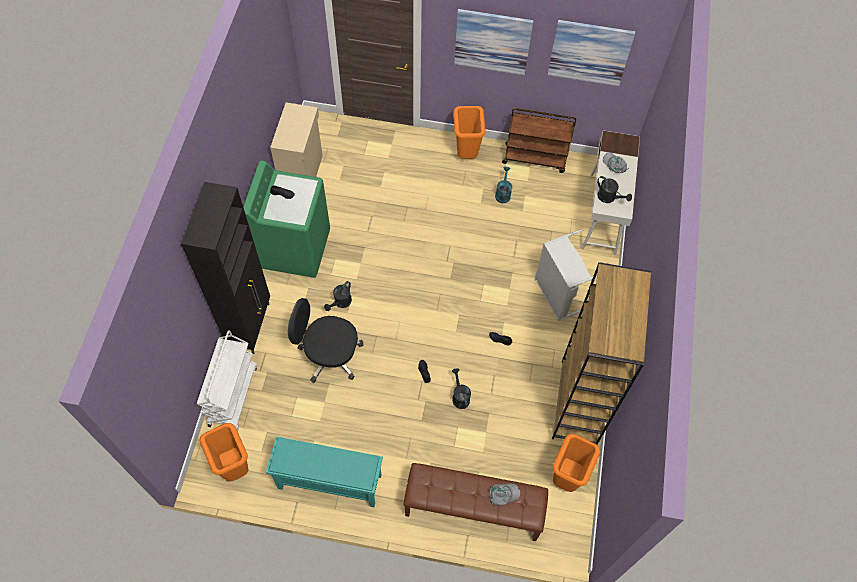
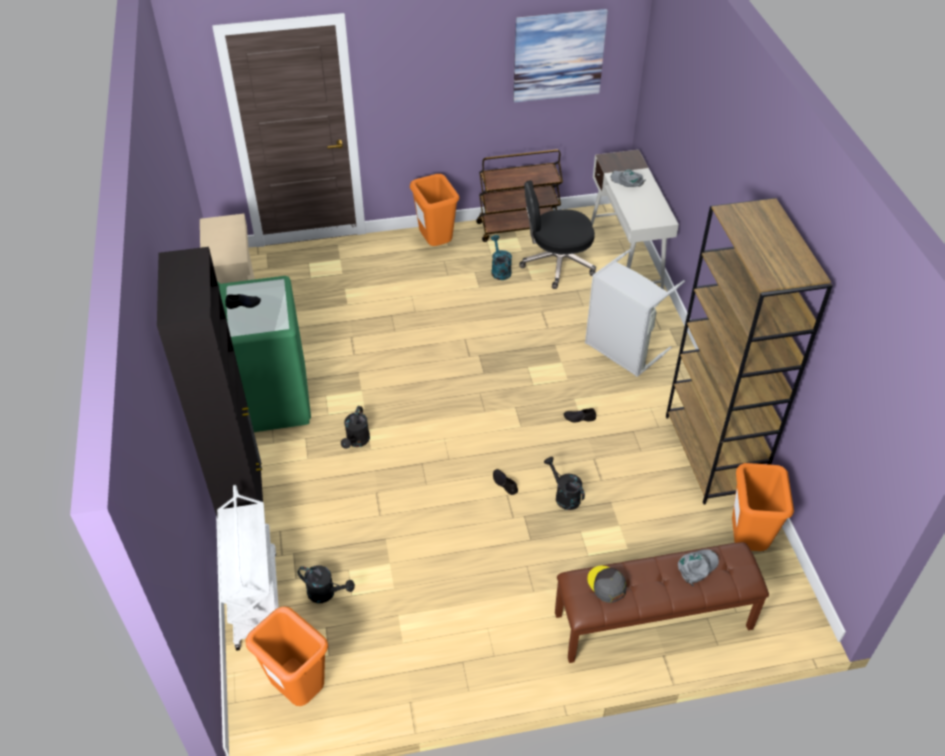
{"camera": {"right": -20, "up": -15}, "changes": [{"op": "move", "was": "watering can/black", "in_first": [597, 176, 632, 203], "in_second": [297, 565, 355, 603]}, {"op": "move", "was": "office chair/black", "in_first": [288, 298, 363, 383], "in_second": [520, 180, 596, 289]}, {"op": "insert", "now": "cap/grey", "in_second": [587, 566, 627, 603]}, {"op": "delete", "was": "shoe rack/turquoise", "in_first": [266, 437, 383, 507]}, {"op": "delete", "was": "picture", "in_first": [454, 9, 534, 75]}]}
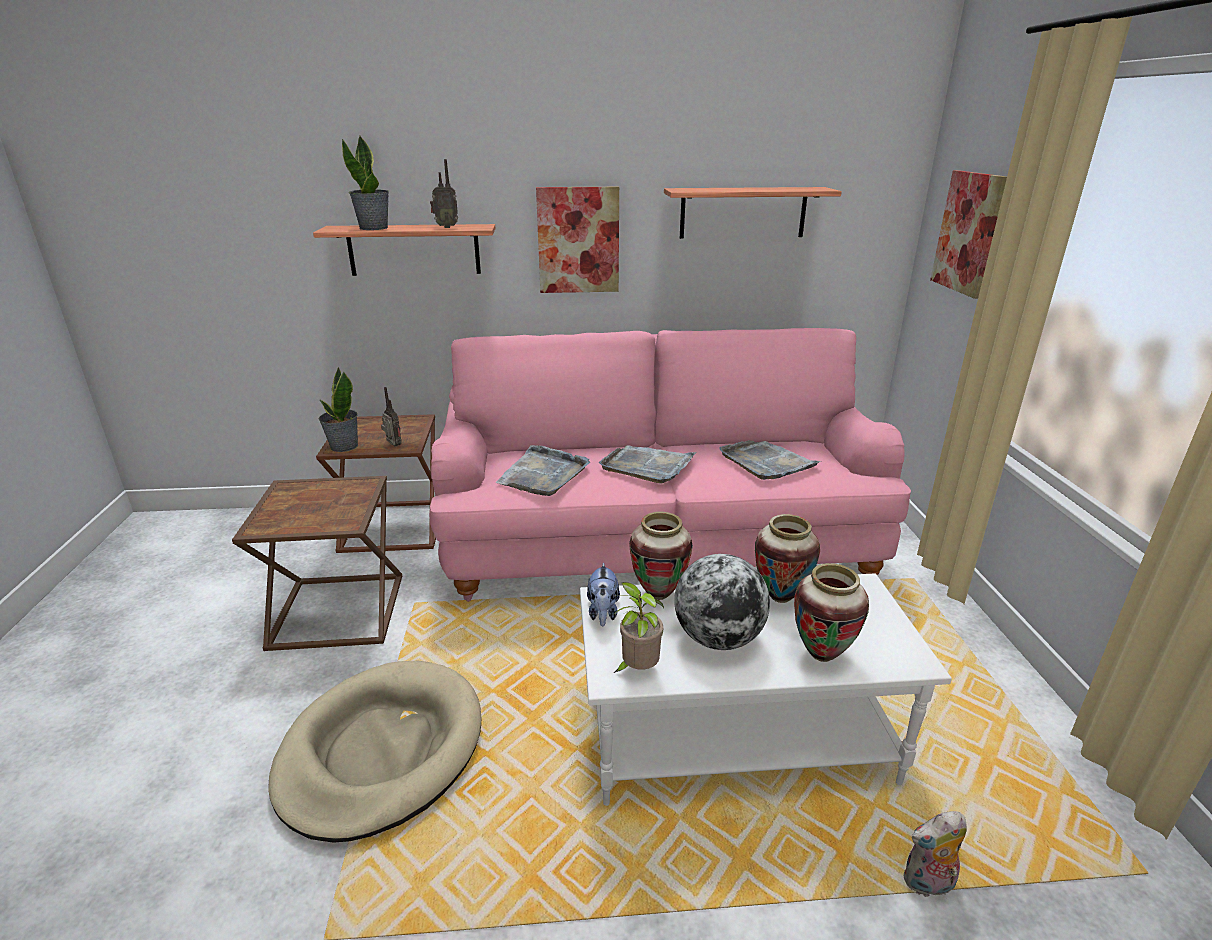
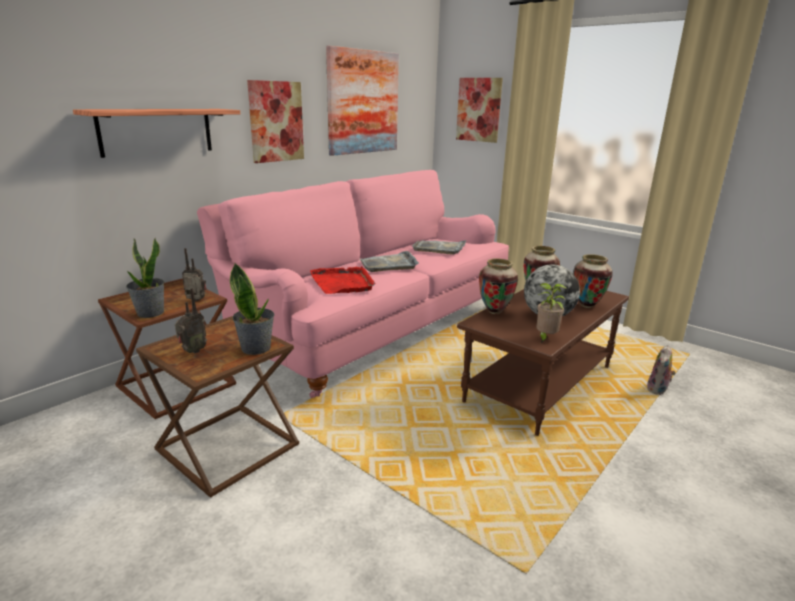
{"camera": {"right": -45, "up": -5}, "changes": [{"op": "move", "was": "radio", "in_first": [430, 159, 458, 228], "in_second": [175, 288, 207, 354]}, {"op": "move", "was": "potted plant", "in_first": [342, 136, 389, 230], "in_second": [230, 263, 275, 355]}, {"op": "recolor", "was": "tray/grey", "now": "tray/red", "in_first": [495, 445, 590, 496], "in_second": [310, 266, 375, 294]}, {"op": "replace", "was": "shelf", "now": "picture", "in_first": [664, 187, 842, 239], "in_second": [326, 46, 399, 156]}, {"op": "recolor", "was": "coffee table/white", "now": "coffee table/brown", "in_first": [580, 573, 952, 806], "in_second": [457, 289, 629, 436]}, {"op": "delete", "was": "dog bed/beige", "in_first": [268, 661, 481, 842]}, {"op": "delete", "was": "plush toy", "in_first": [587, 562, 620, 626]}]}
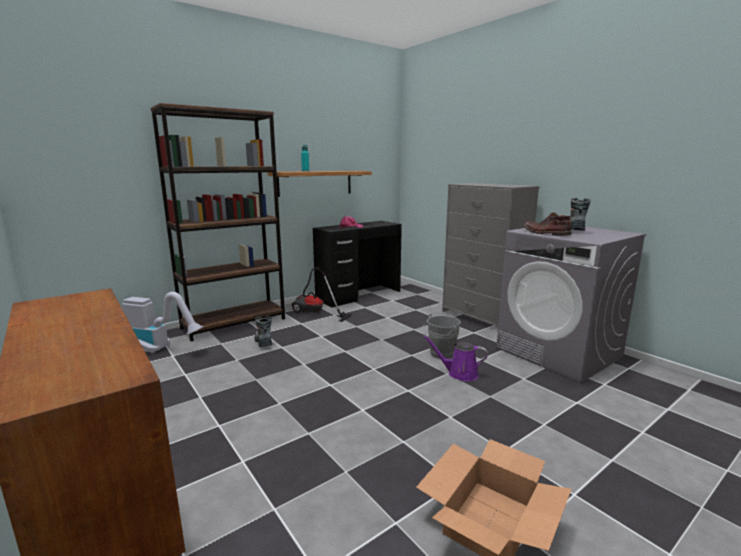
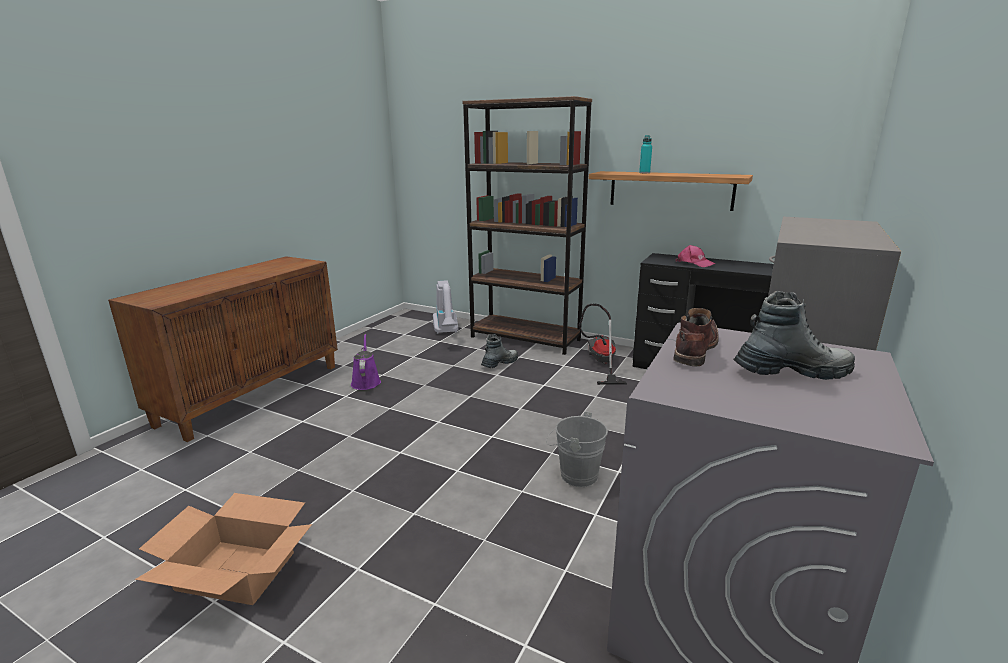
{"camera": {"right": 65, "up": 5}, "changes": [{"op": "move", "was": "watering can/purple", "in_first": [423, 335, 488, 381], "in_second": [351, 334, 381, 390]}]}
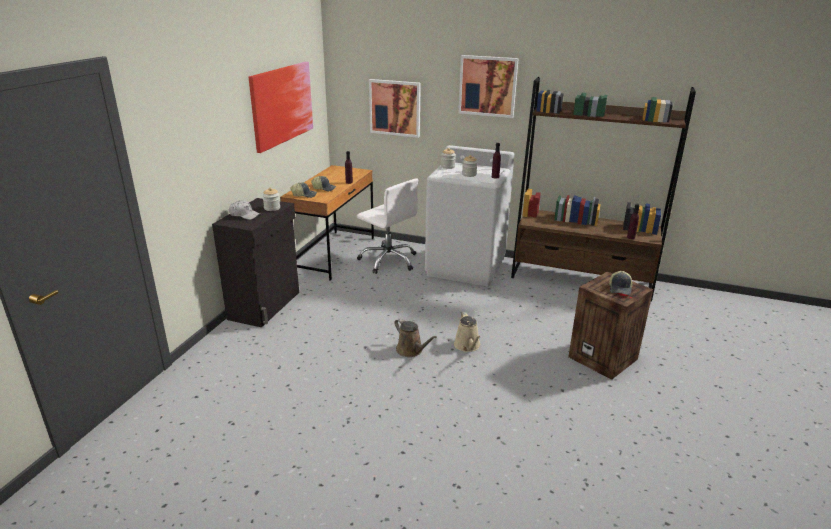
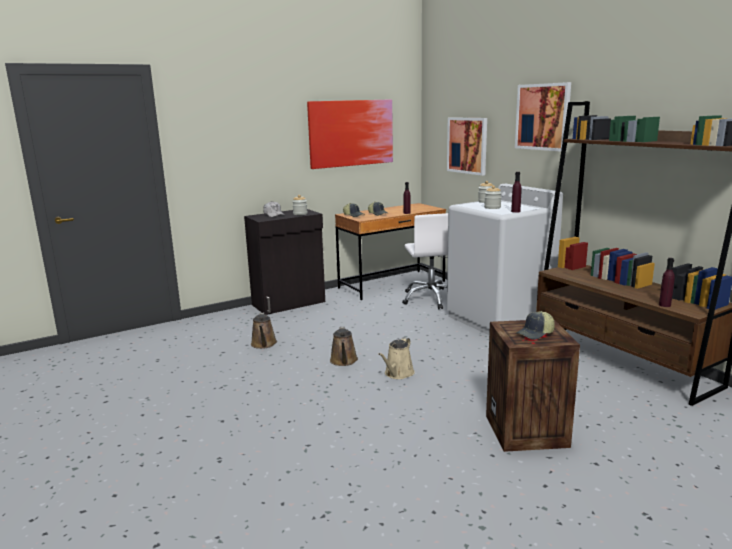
{"camera": {"right": 40, "up": -10}, "changes": [{"op": "insert", "now": "watering can/brown", "in_second": [251, 312, 277, 349]}]}
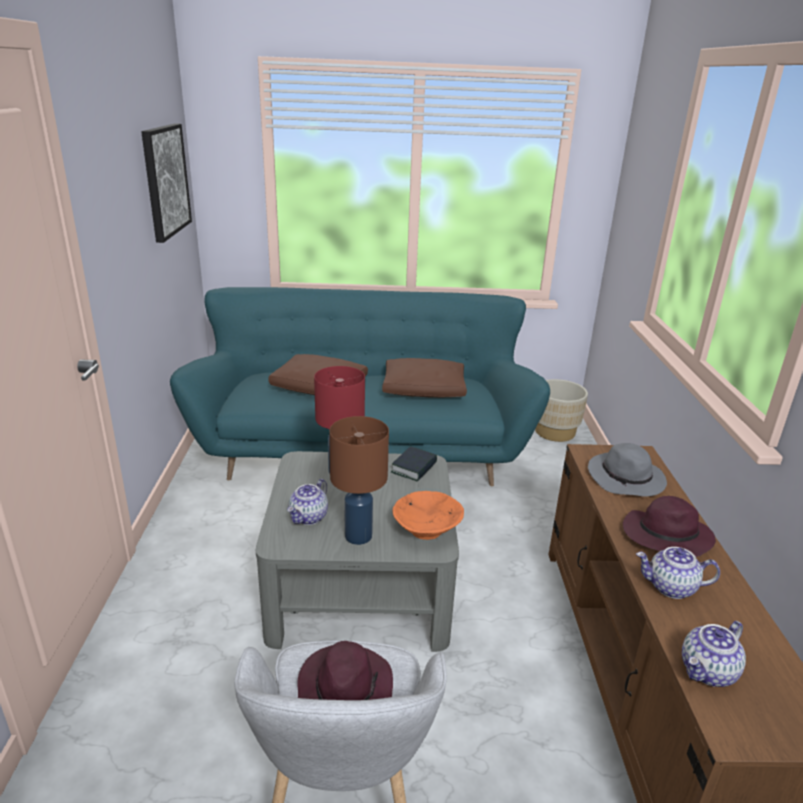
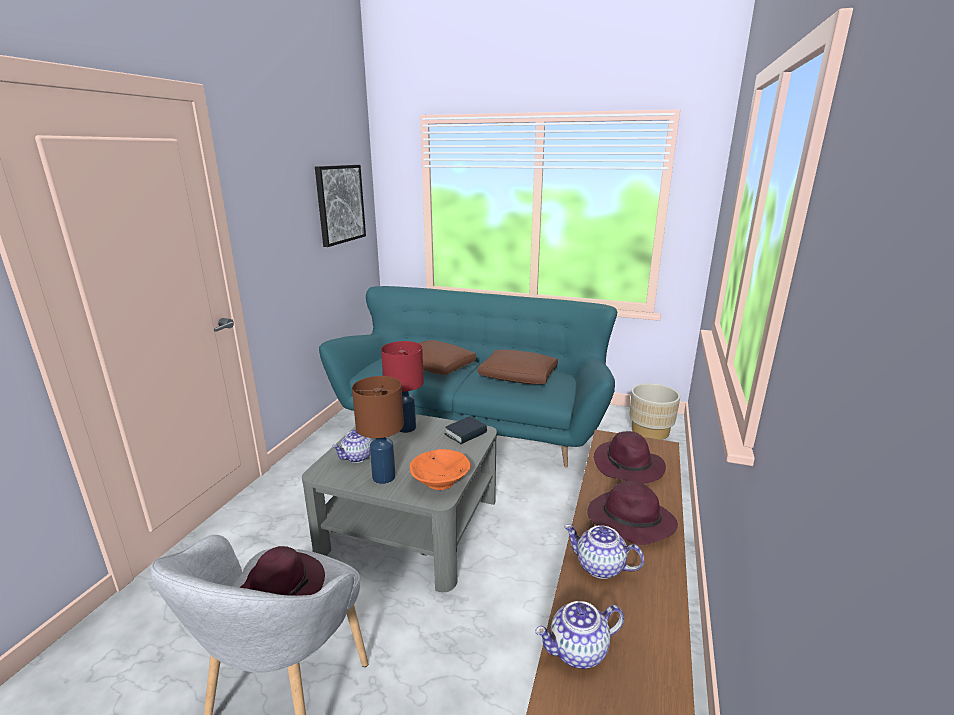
{"camera": {"right": 20, "up": -5}, "changes": [{"op": "recolor", "was": "hat/grey", "now": "hat/purple", "in_first": [588, 443, 667, 497], "in_second": [594, 431, 666, 483]}]}
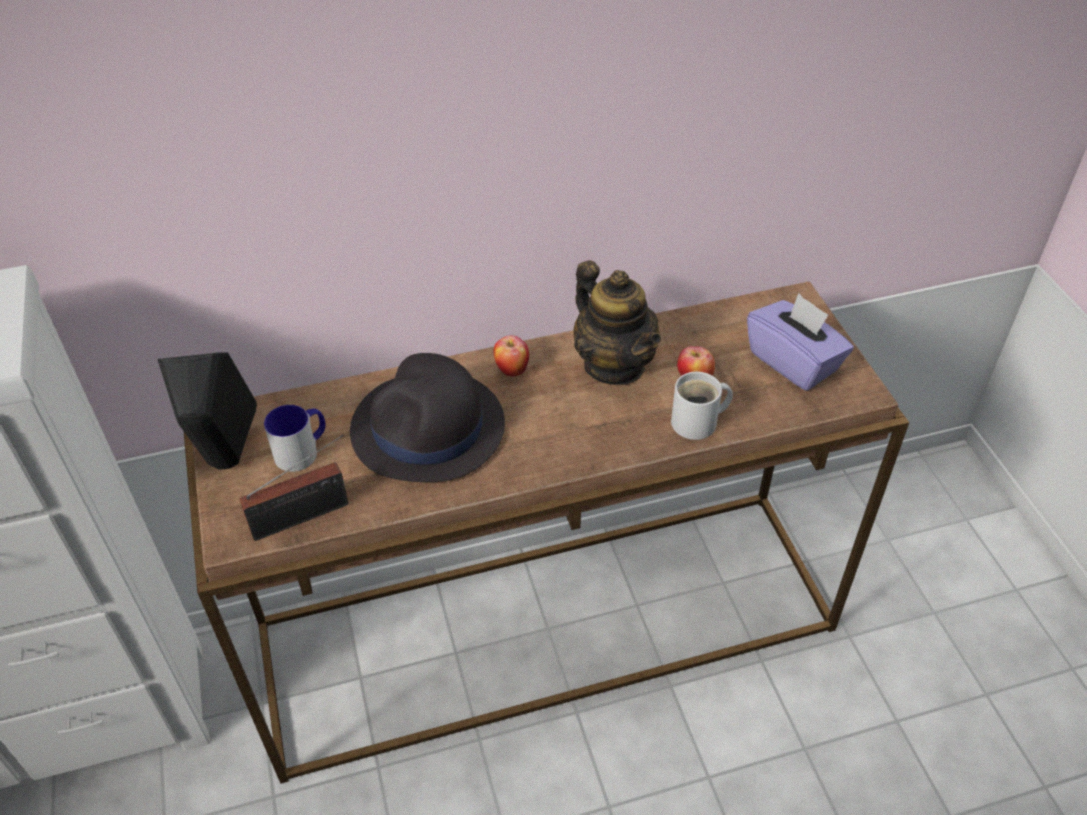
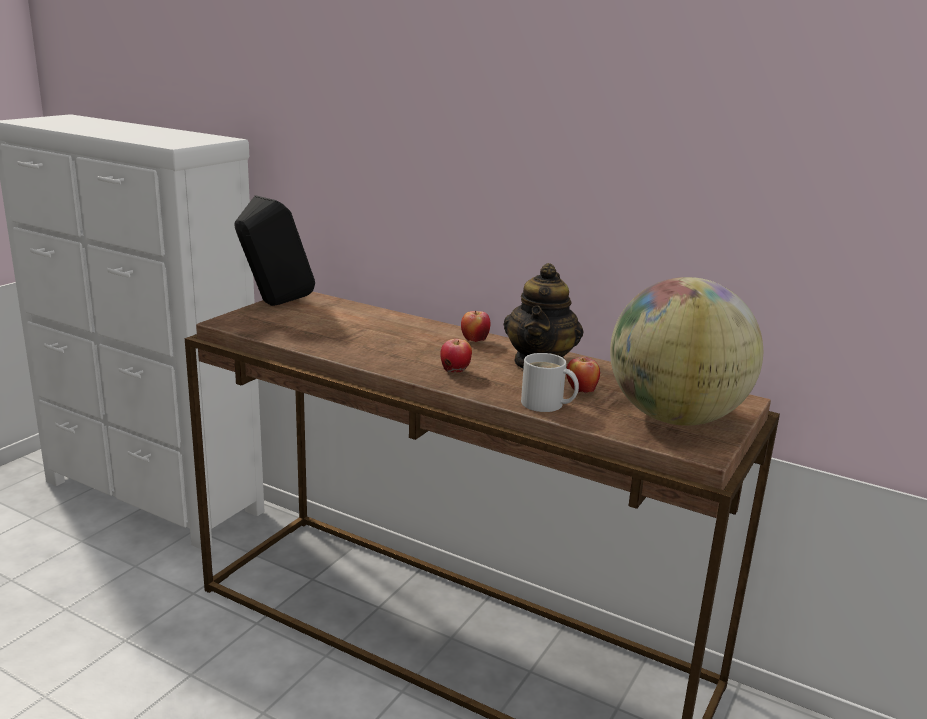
{"camera": {"right": 45, "up": -25}, "changes": [{"op": "insert", "now": "apple", "in_second": [440, 339, 472, 373]}, {"op": "replace", "was": "tissue box/purple", "now": "globe", "in_first": [747, 293, 854, 391], "in_second": [610, 277, 763, 426]}, {"op": "delete", "was": "radio", "in_first": [239, 434, 348, 541]}, {"op": "delete", "was": "mug", "in_first": [264, 405, 325, 472]}, {"op": "delete", "was": "hat/black", "in_first": [350, 353, 505, 482]}]}
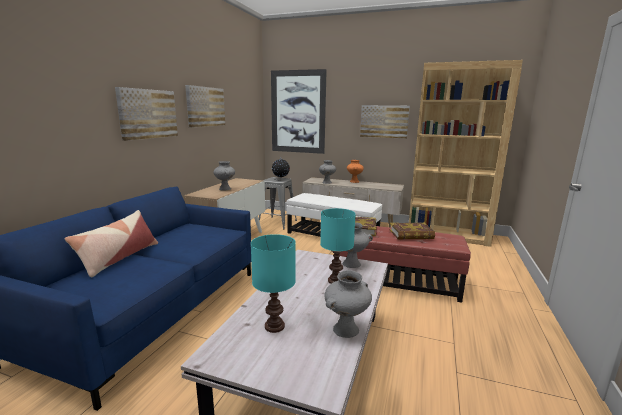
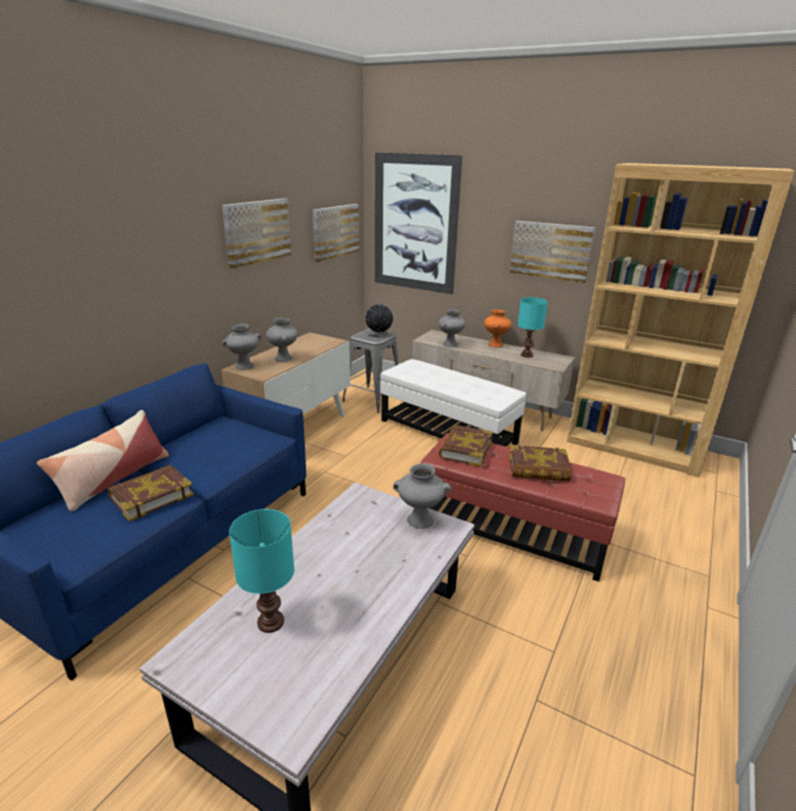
{"camera": {"right": 10, "up": 10}, "changes": [{"op": "insert", "now": "book", "in_second": [108, 465, 194, 521]}, {"op": "move", "was": "vase/grey", "in_first": [325, 270, 372, 338], "in_second": [222, 324, 261, 370]}, {"op": "move", "was": "picture", "in_first": [115, 87, 178, 141], "in_second": [313, 204, 359, 262]}, {"op": "move", "was": "table lamp/turquoise", "in_first": [320, 208, 356, 284], "in_second": [518, 297, 548, 358]}]}
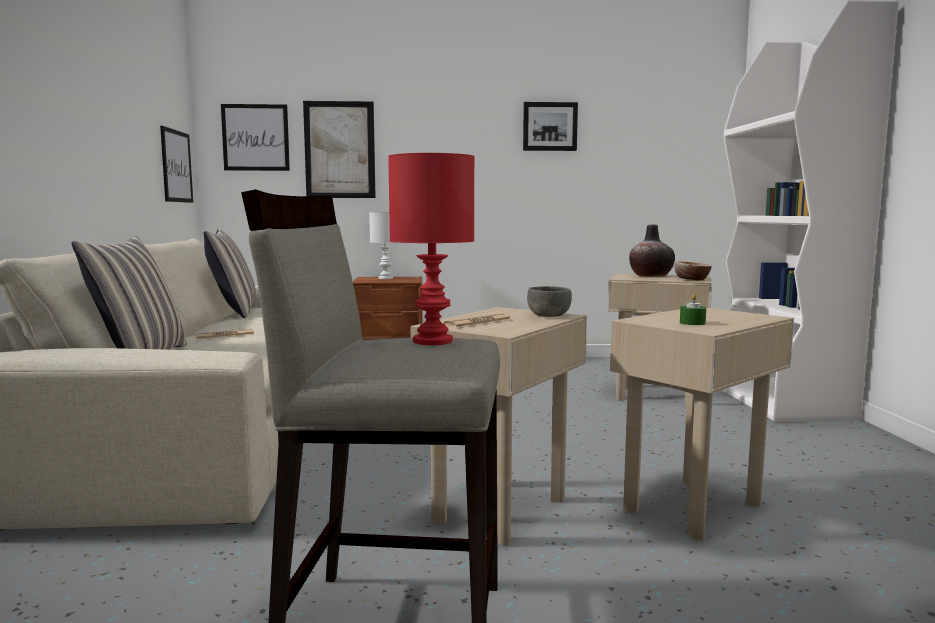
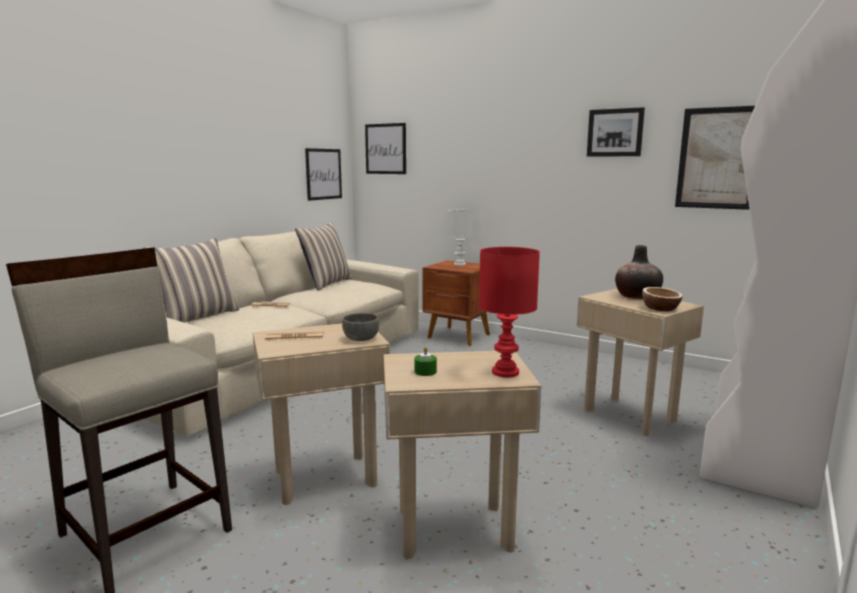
{"camera": {"right": 35, "up": 5}, "changes": [{"op": "move", "was": "table lamp/red", "in_first": [388, 153, 475, 345], "in_second": [479, 247, 540, 377]}, {"op": "move", "was": "picture", "in_first": [303, 101, 376, 198], "in_second": [675, 106, 755, 210]}]}
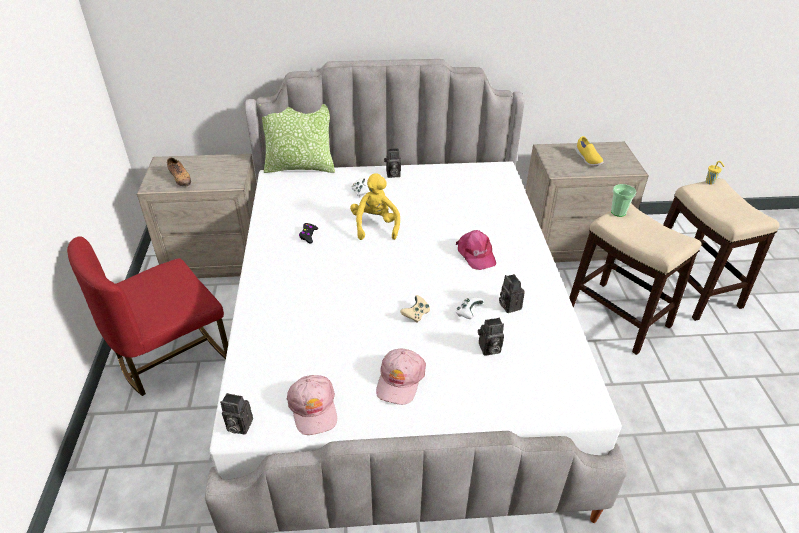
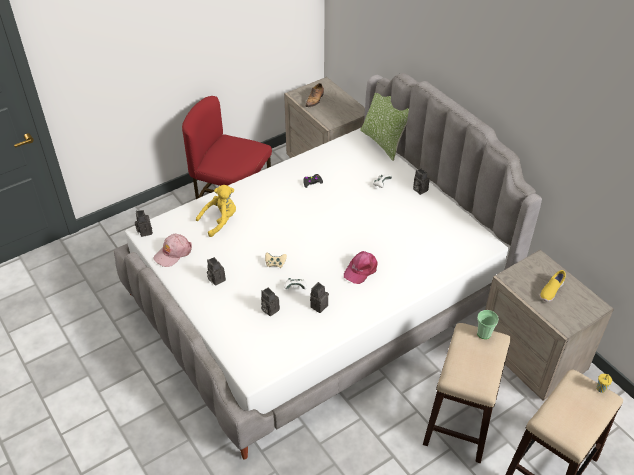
{"camera": {"right": 60, "up": 5}, "changes": [{"op": "move", "was": "plush toy/yellow", "in_first": [350, 173, 400, 240], "in_second": [196, 185, 236, 237]}, {"op": "replace", "was": "cap/pink", "now": "photo camera", "in_first": [376, 349, 426, 405], "in_second": [207, 257, 226, 285]}]}
